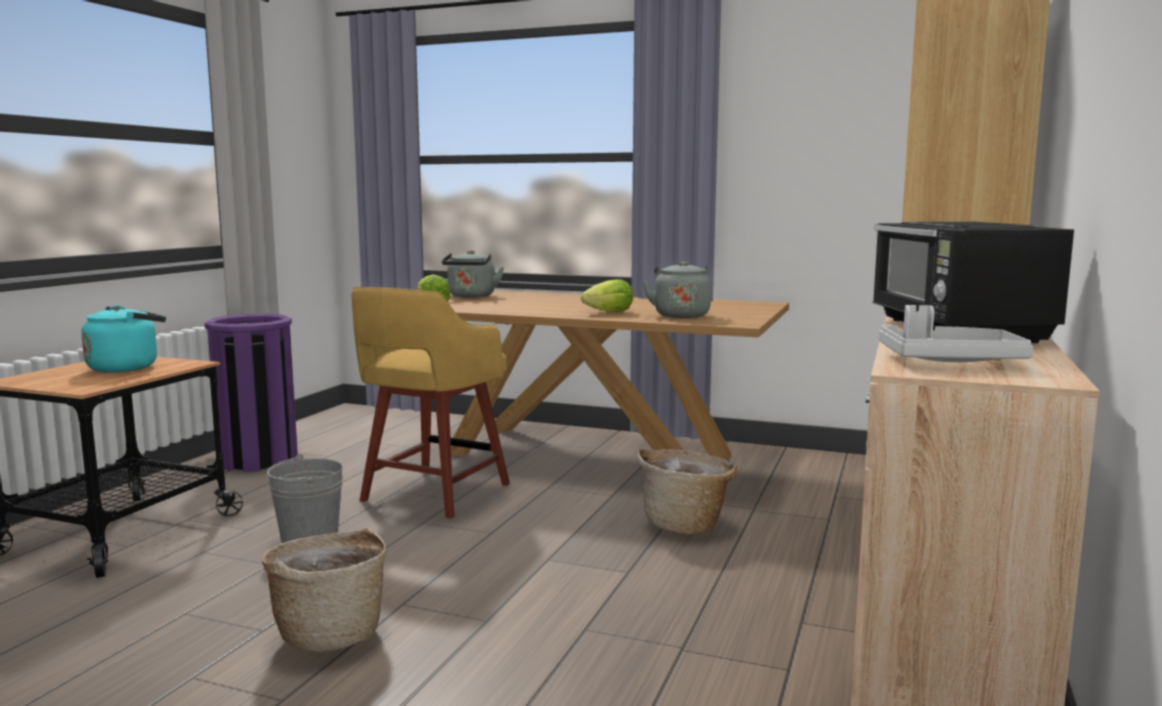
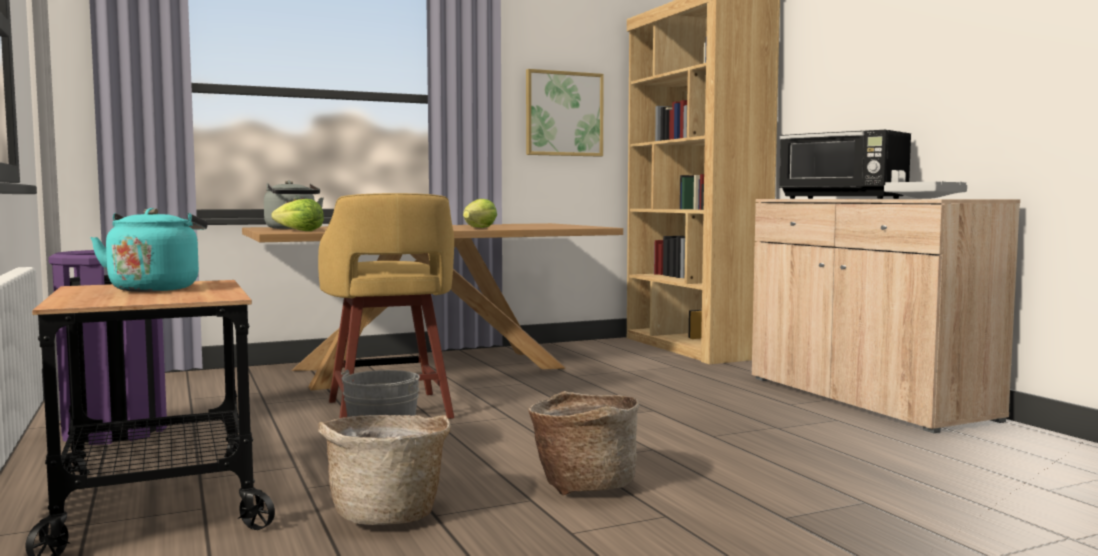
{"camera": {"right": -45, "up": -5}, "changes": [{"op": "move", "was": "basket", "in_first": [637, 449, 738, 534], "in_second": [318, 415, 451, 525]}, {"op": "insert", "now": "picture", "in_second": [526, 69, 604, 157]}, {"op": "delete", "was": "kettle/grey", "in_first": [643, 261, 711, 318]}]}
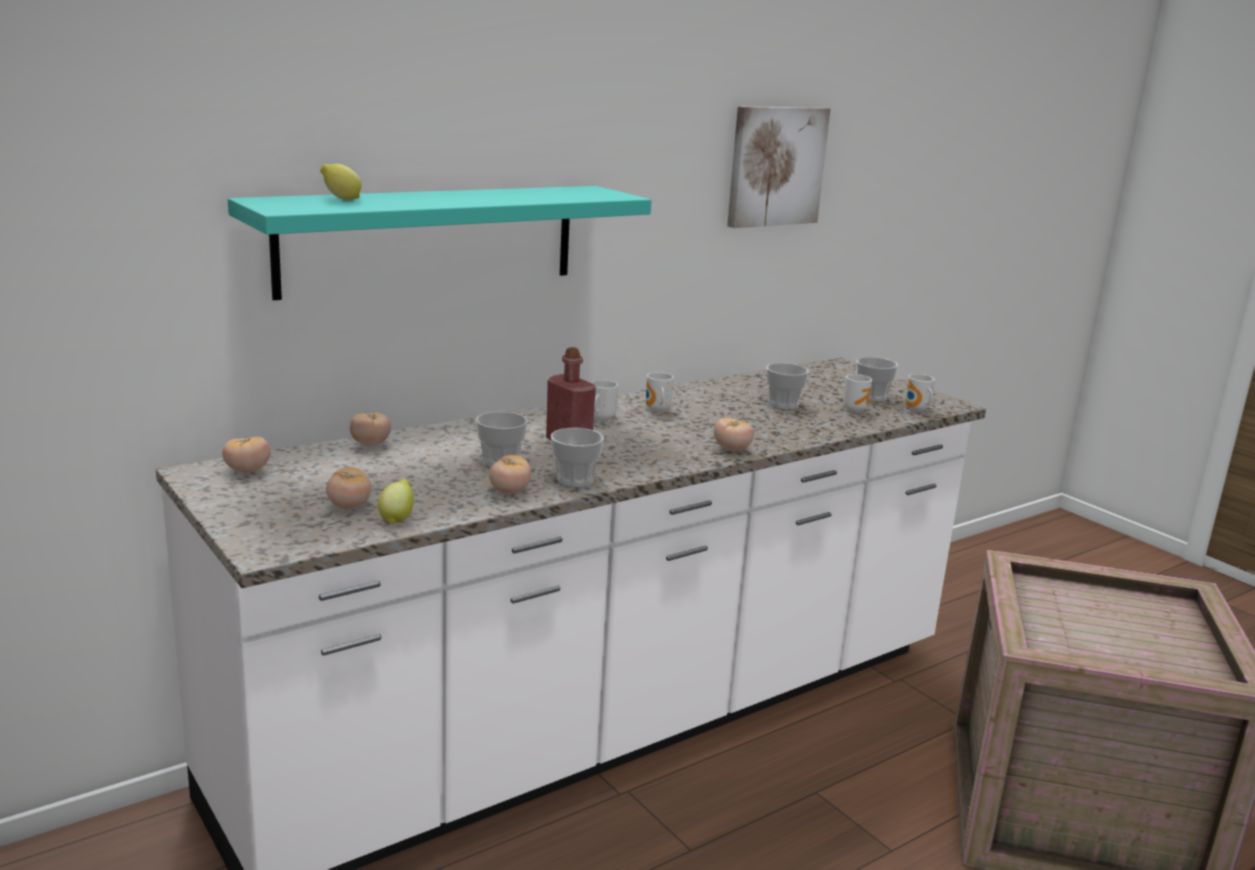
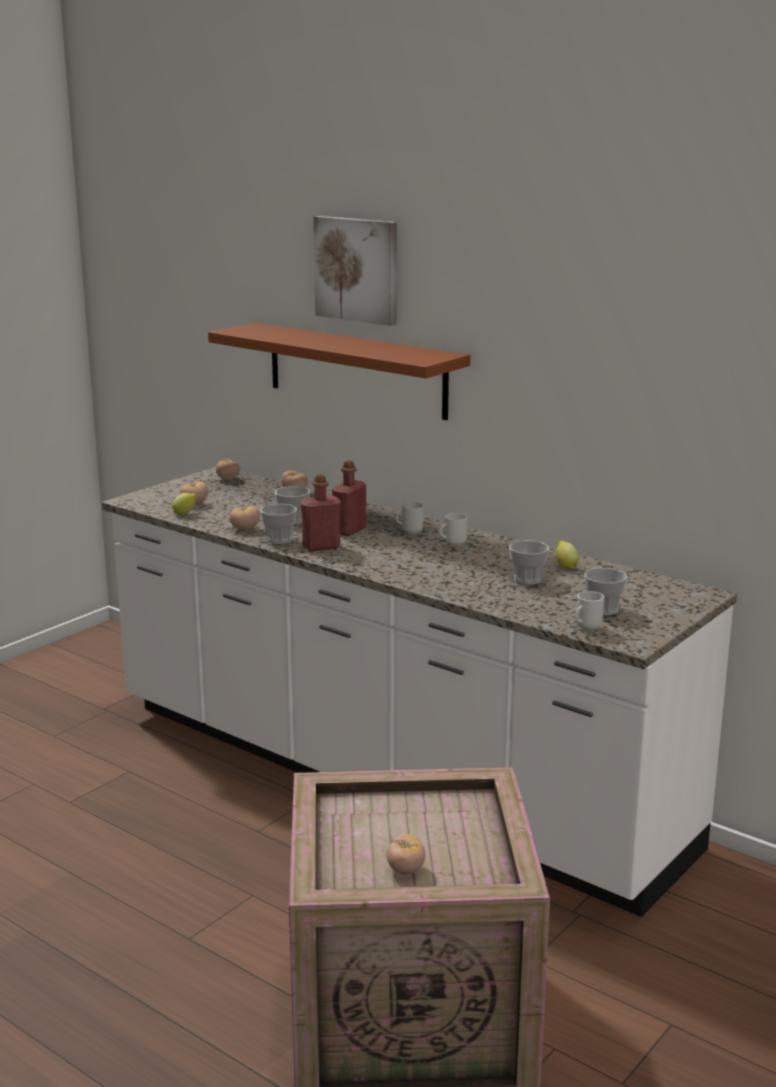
{"camera": {"right": 75, "up": 0}, "changes": [{"op": "recolor", "was": "shelf/turquoise", "now": "shelf/brown", "in_first": [228, 186, 651, 300], "in_second": [208, 323, 471, 420]}, {"op": "insert", "now": "bottle/red", "in_second": [301, 474, 341, 551]}, {"op": "move", "was": "picture", "in_first": [727, 106, 830, 228], "in_second": [313, 216, 397, 326]}, {"op": "move", "was": "tomato", "in_first": [714, 418, 754, 451], "in_second": [386, 834, 425, 875]}, {"op": "move", "was": "lemon", "in_first": [320, 164, 362, 200], "in_second": [555, 540, 579, 569]}, {"op": "delete", "was": "mug", "in_first": [843, 374, 872, 413]}]}
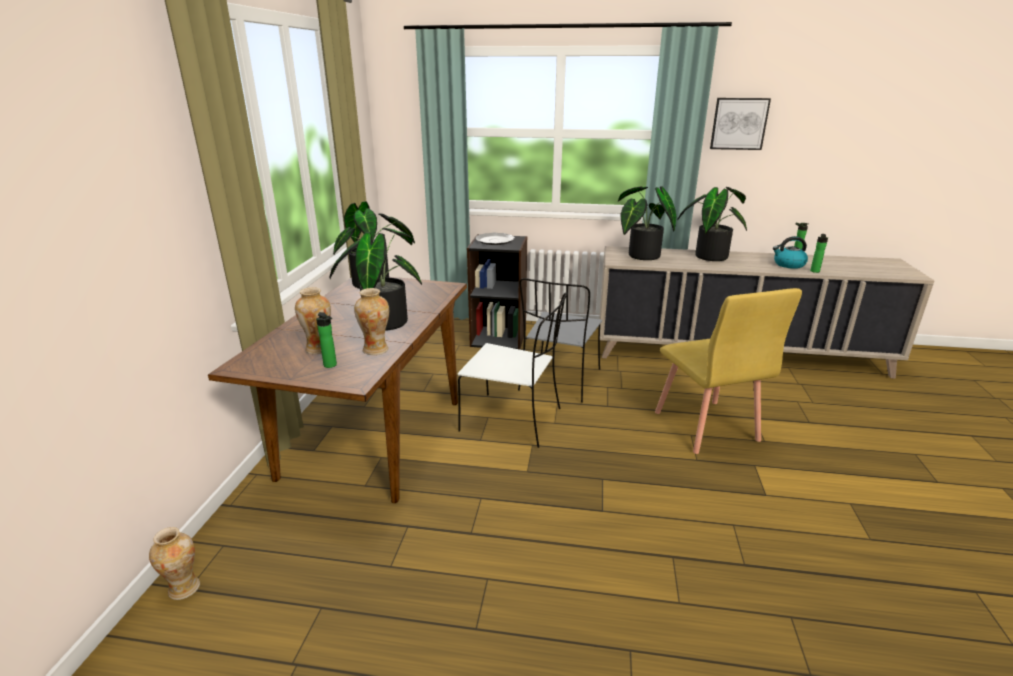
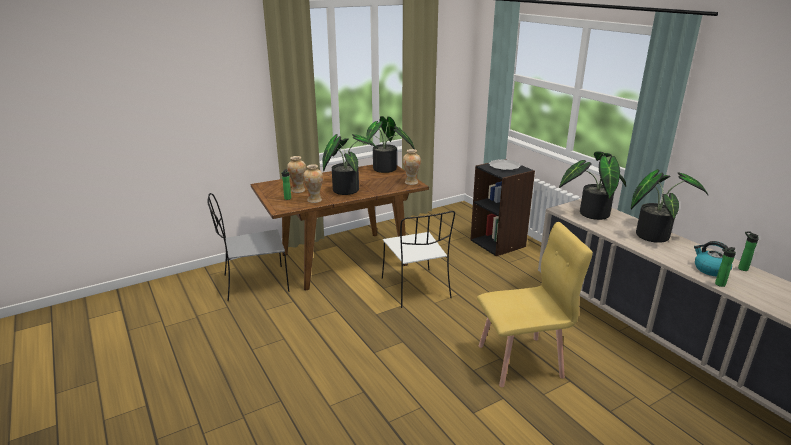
{"camera": {"right": 50, "up": 0}, "changes": [{"op": "move", "was": "chair/grey", "in_first": [518, 278, 602, 403], "in_second": [207, 193, 289, 301]}, {"op": "move", "was": "vase", "in_first": [149, 527, 200, 600], "in_second": [403, 149, 421, 185]}, {"op": "rotate", "was": "chair/yellow", "in_first": [655, 288, 802, 454], "in_second": [477, 222, 593, 387], "clockwise": -135}, {"op": "delete", "was": "picture", "in_first": [710, 98, 771, 150]}]}
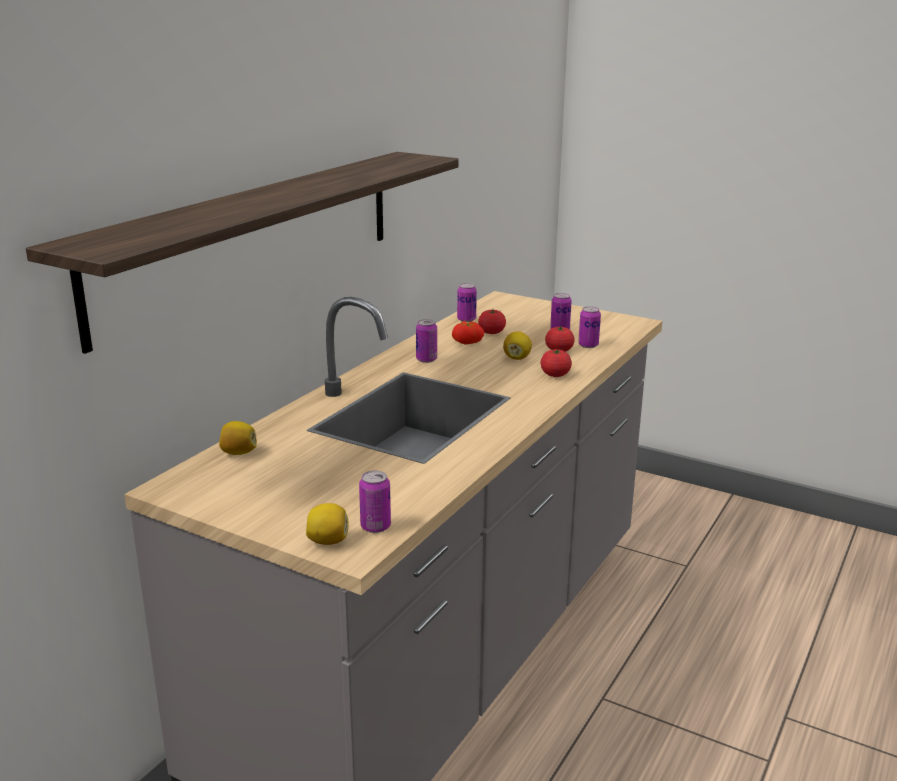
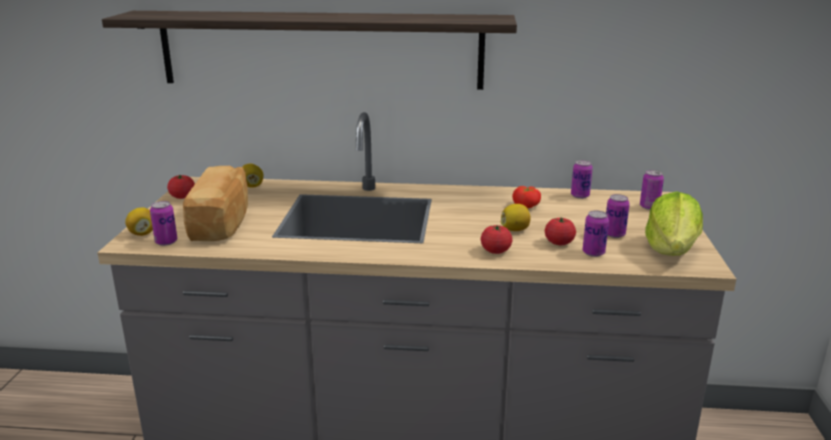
{"camera": {"right": 65, "up": 0}, "changes": [{"op": "move", "was": "tomato", "in_first": [478, 309, 506, 334], "in_second": [167, 175, 195, 199]}, {"op": "insert", "now": "bread", "in_second": [183, 166, 248, 241]}, {"op": "move", "was": "can", "in_first": [416, 319, 437, 363], "in_second": [640, 170, 664, 210]}, {"op": "insert", "now": "lettuce", "in_second": [645, 191, 703, 256]}]}
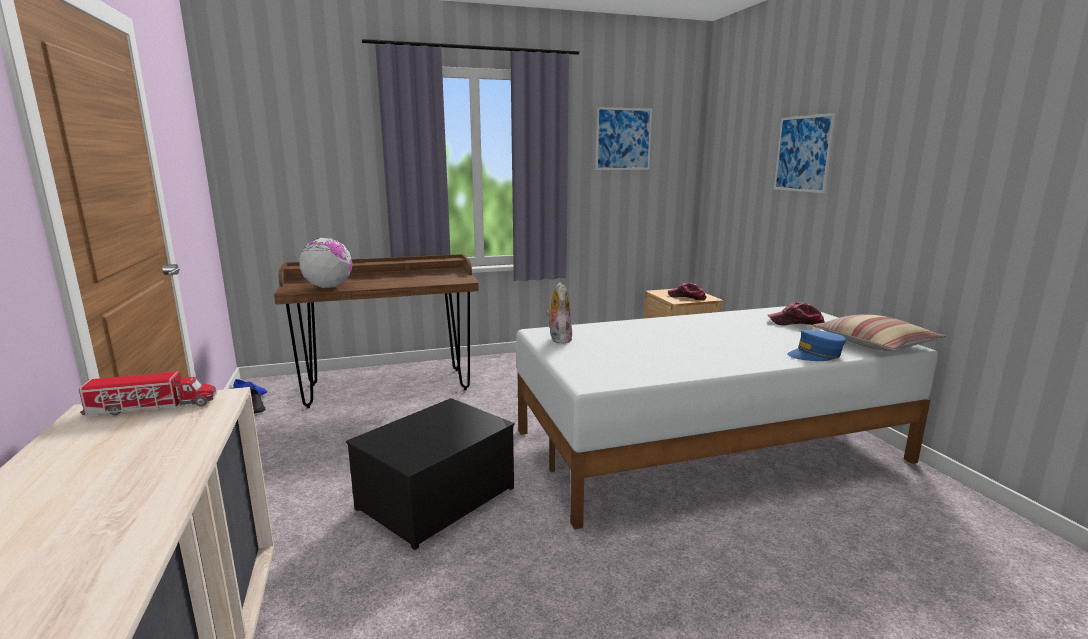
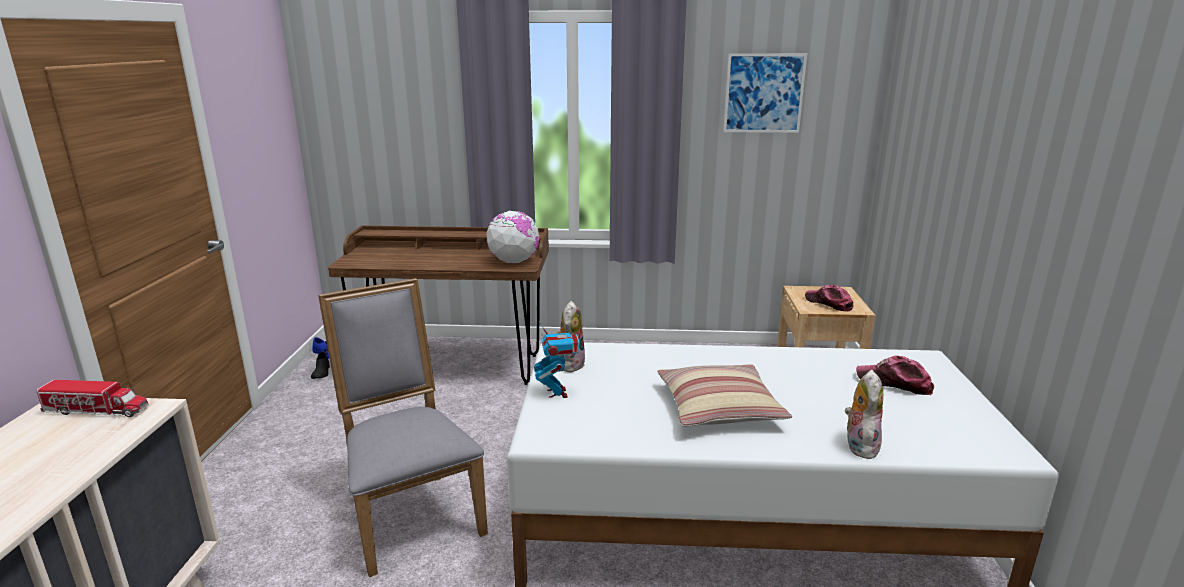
{"camera": {"right": 20, "up": 5}, "changes": [{"op": "replace", "was": "storage box", "now": "chair/grey", "in_first": [346, 398, 515, 550], "in_second": [318, 278, 488, 577]}, {"op": "move", "was": "globe", "in_first": [299, 238, 352, 288], "in_second": [487, 210, 539, 263]}, {"op": "insert", "now": "toy robot", "in_second": [534, 322, 580, 398]}, {"op": "move", "was": "pillow", "in_first": [813, 314, 946, 351], "in_second": [657, 364, 792, 427]}, {"op": "replace", "was": "cap/blue", "now": "plush toy", "in_first": [787, 330, 846, 361], "in_second": [845, 370, 883, 459]}, {"op": "delete", "was": "picture", "in_first": [774, 113, 836, 193]}]}
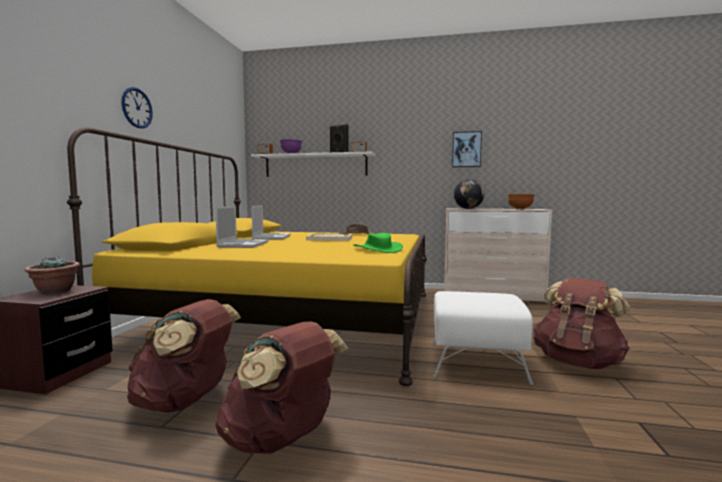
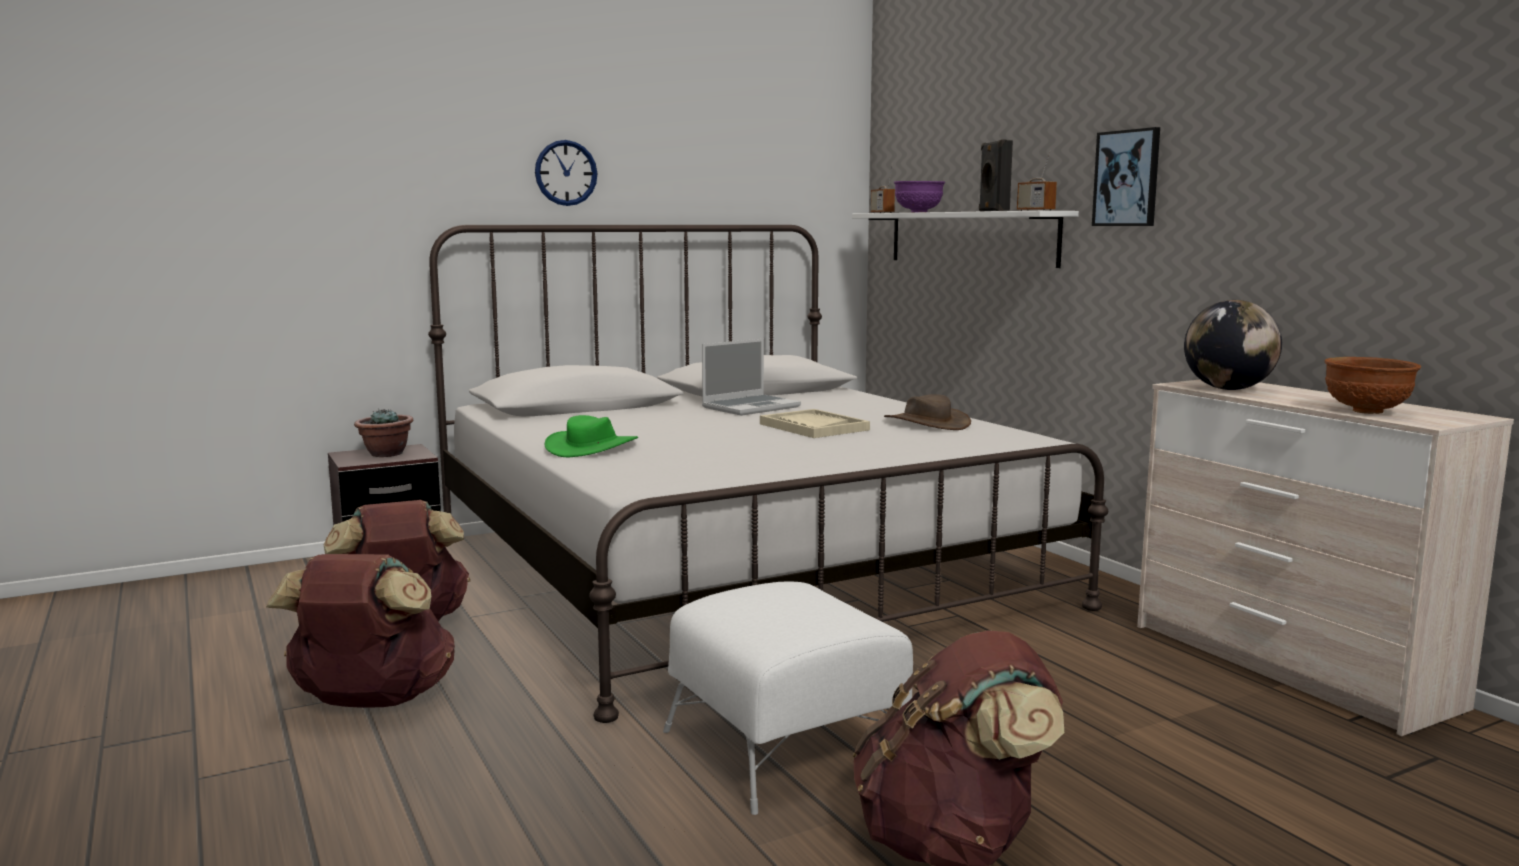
{"camera": {"right": 50, "up": 5}, "changes": [{"op": "recolor", "was": "bed/yellow", "now": "bed/white", "in_first": [67, 127, 427, 386], "in_second": [428, 225, 1108, 723]}, {"op": "move", "was": "hat/green", "in_first": [354, 233, 403, 253], "in_second": [545, 415, 638, 457]}, {"op": "move", "was": "picture", "in_first": [452, 131, 482, 167], "in_second": [1092, 127, 1160, 226]}, {"op": "delete", "was": "laptop", "in_first": [215, 206, 269, 248]}]}
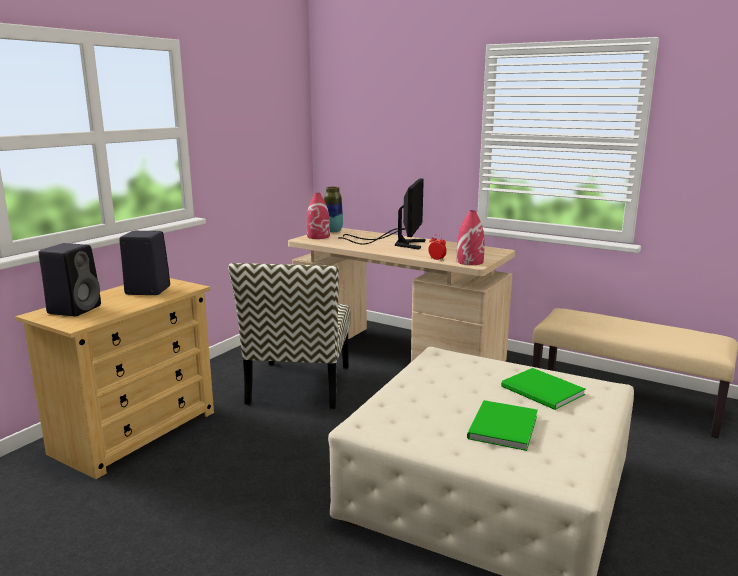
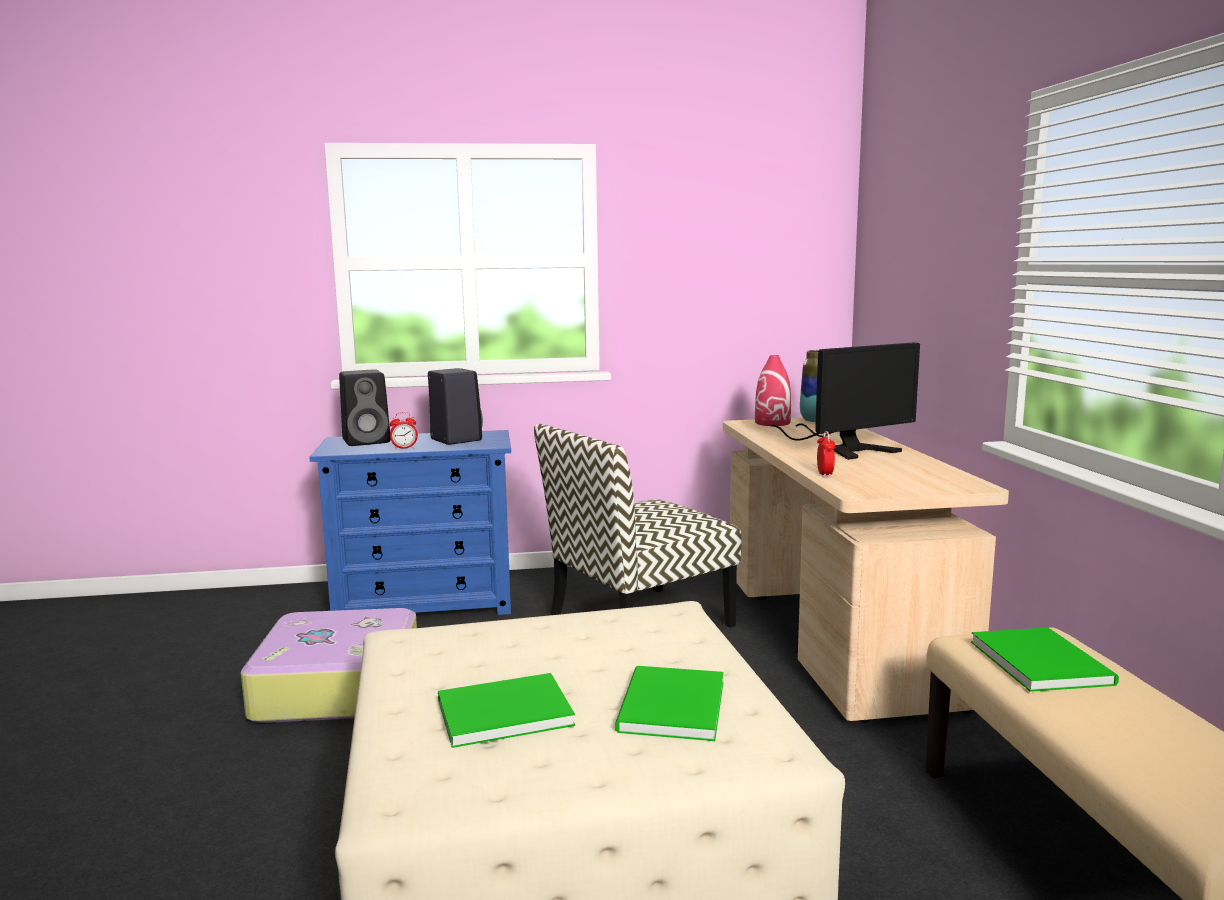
{"camera": {"right": 50, "up": -5}, "changes": [{"op": "insert", "now": "suitcase", "in_second": [241, 608, 417, 723]}, {"op": "recolor", "was": "dresser/beige", "now": "dresser/blue", "in_first": [16, 278, 214, 479], "in_second": [309, 430, 511, 615]}, {"op": "insert", "now": "alarm clock", "in_second": [390, 412, 418, 449]}, {"op": "insert", "now": "book/green", "in_second": [971, 628, 1119, 692]}, {"op": "delete", "was": "vase/red", "in_first": [457, 210, 484, 265]}]}
